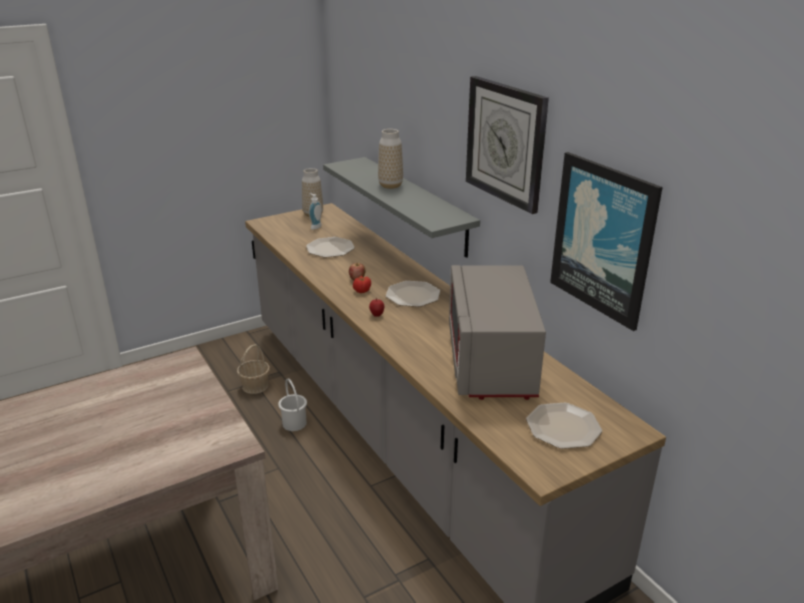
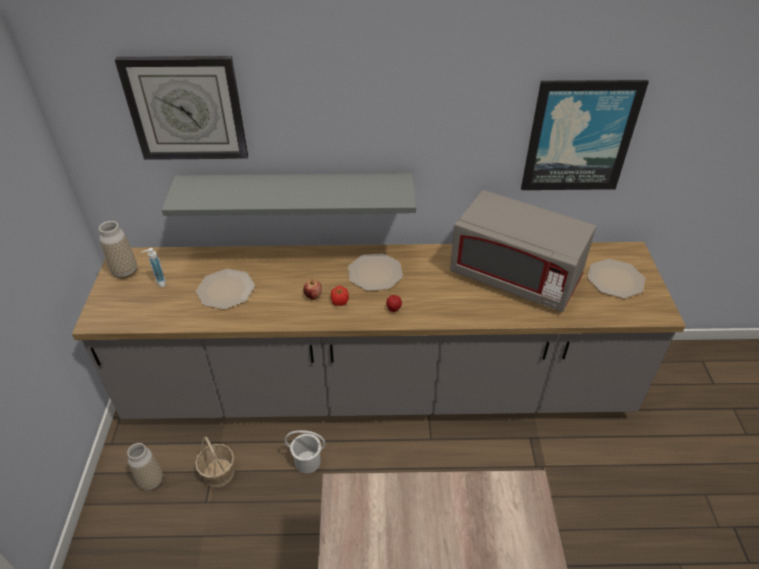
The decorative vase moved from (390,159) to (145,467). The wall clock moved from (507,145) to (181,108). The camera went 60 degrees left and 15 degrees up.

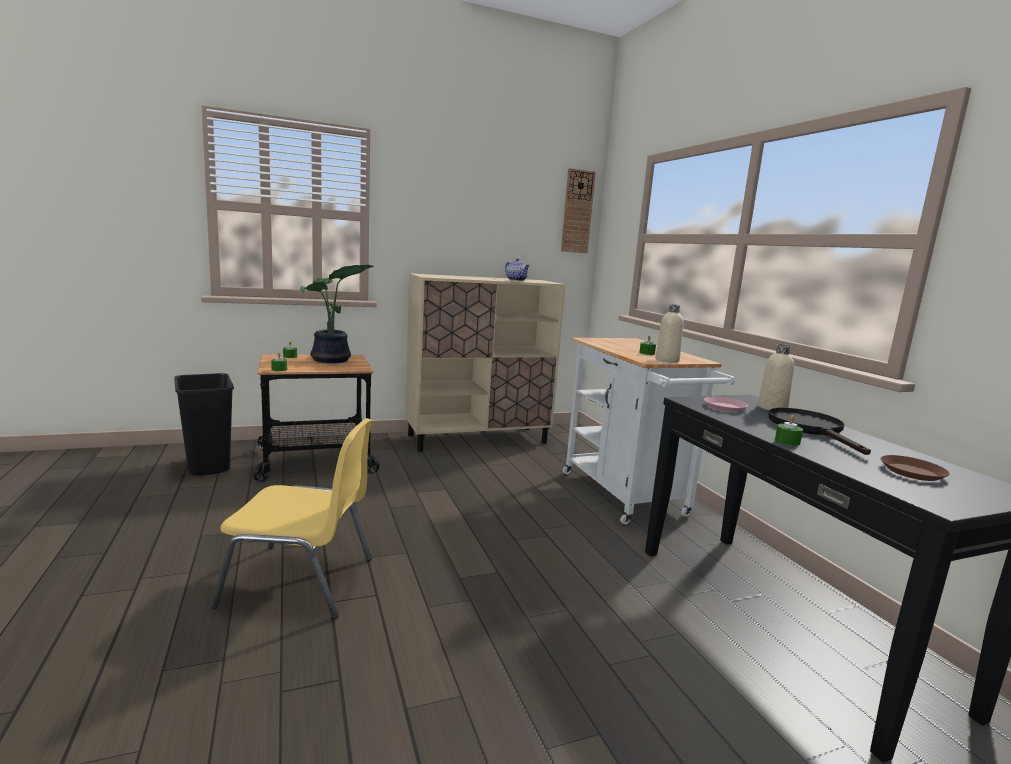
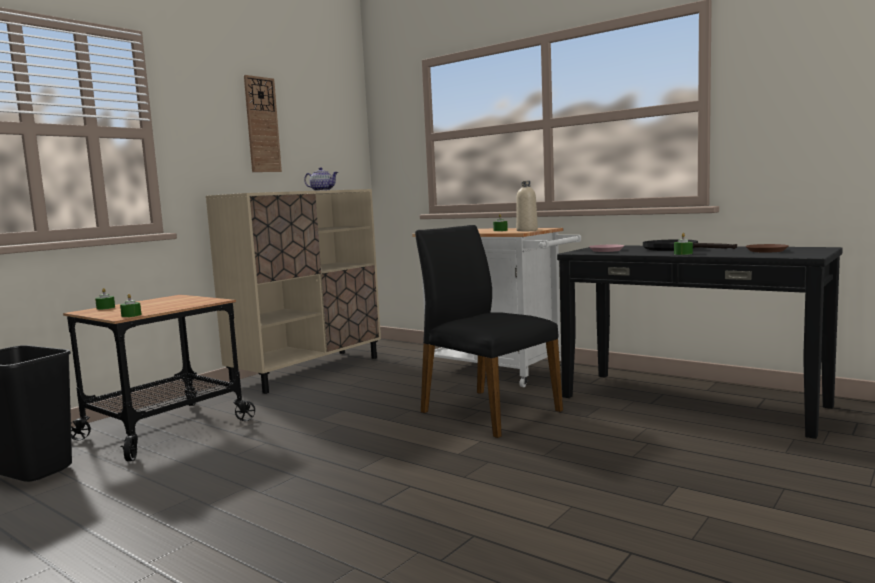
The plain chair (yellow-coloured) at (292,518) disappeared. The potted plant at (337,314) disappeared. The drink bottle (sand-coloured) at (776,377) disappeared. The plain chair (blackish) at (489,331) appeared. The wall clock moved from (578,210) to (263,123). The camera went 30 degrees left and 5 degrees down.

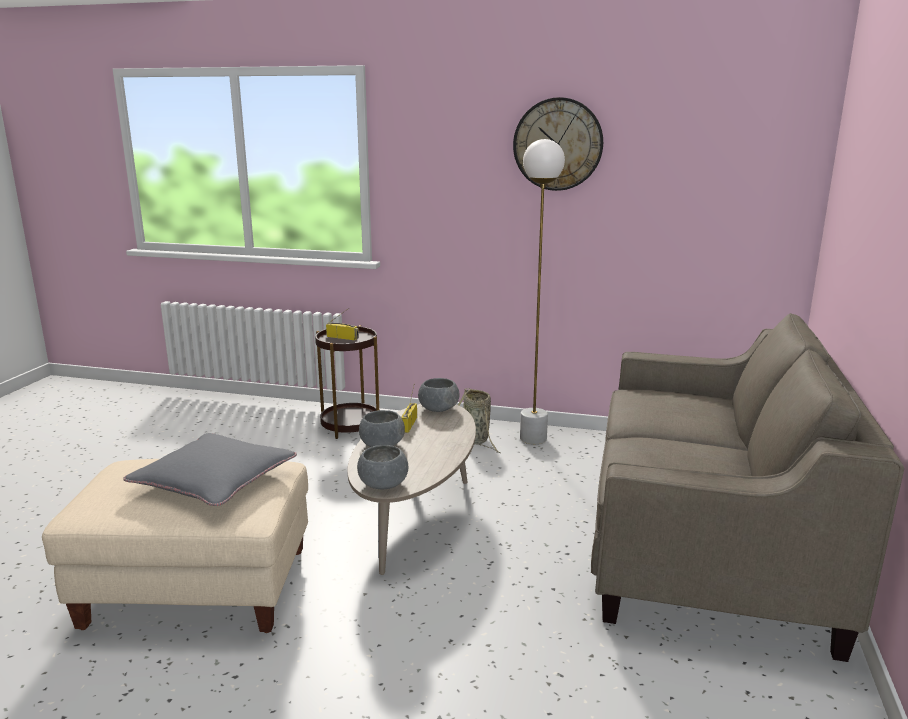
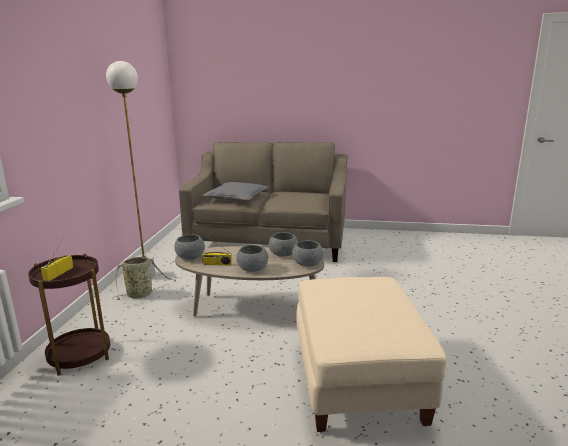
The wall clock at (558,144) disappeared. The deep dish (grey) at (283,244) appeared. The cushion (grey) moved from (210,469) to (236,191). The camera went 95 degrees left and 0 degrees up.

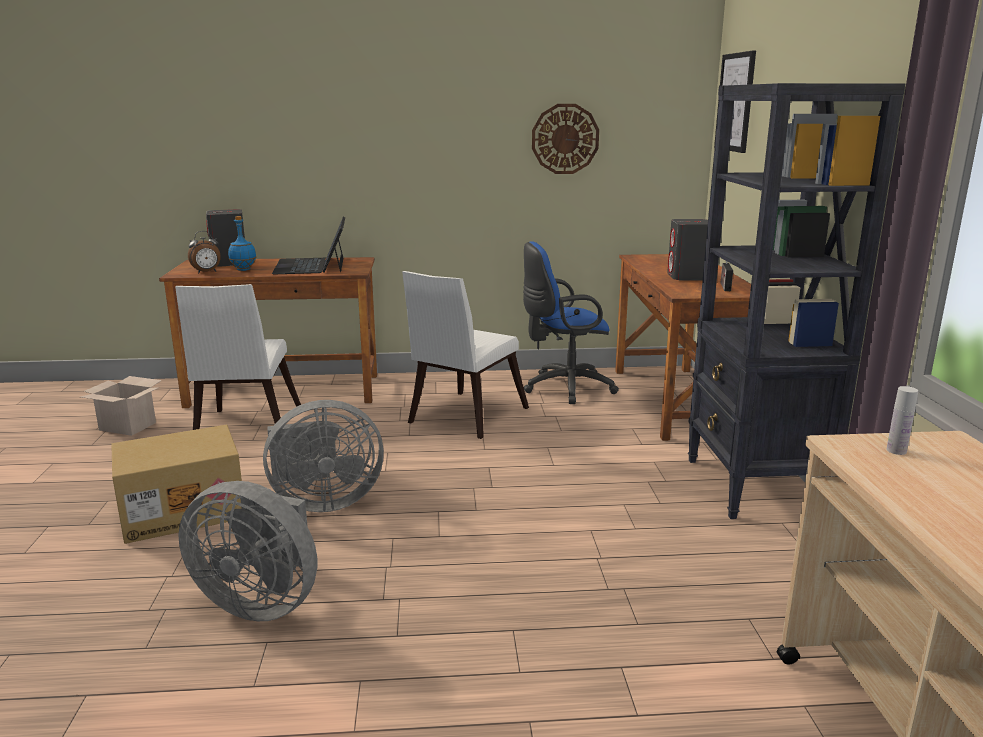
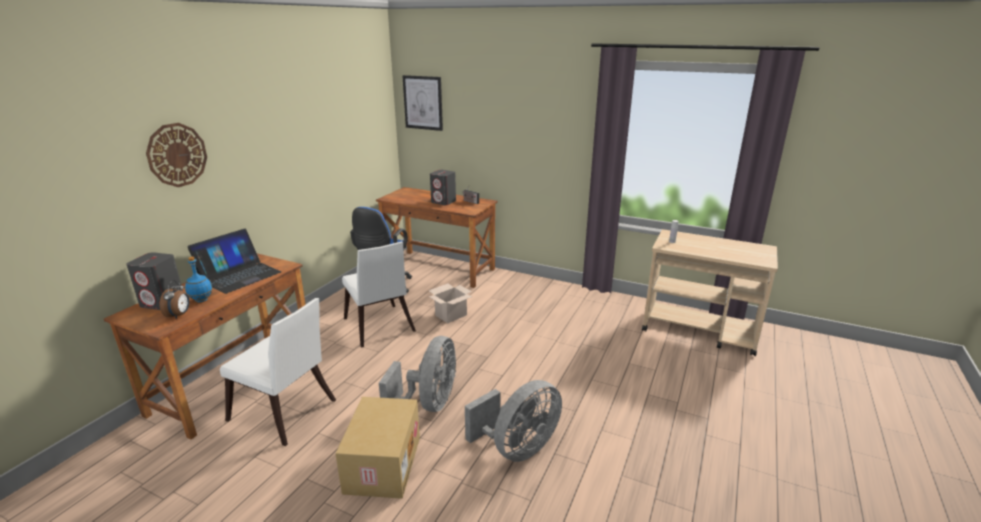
The bookshelf (blackish) at (796,301) disappeared. The cardboard box moved from (121,406) to (451,303). The wall clock moved from (565,139) to (176,155). The notebook computer at (308,245) turned 75 degrees counterclockwise. The camera went 60 degrees left and 5 degrees up.

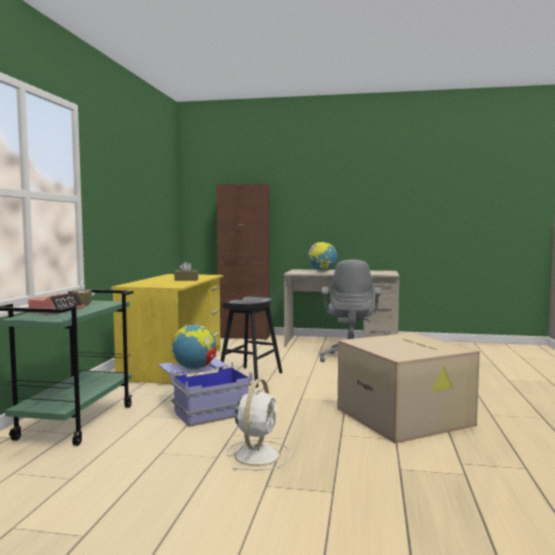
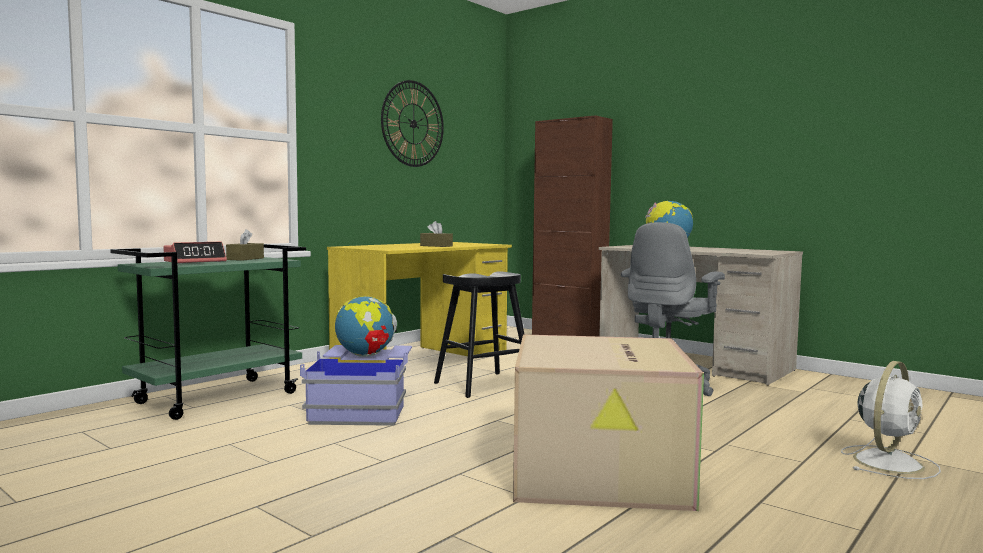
The wall clock at (412,123) appeared. The electric fan (whitish) moved from (258,425) to (891,420). The camera went 30 degrees right and 0 degrees up.

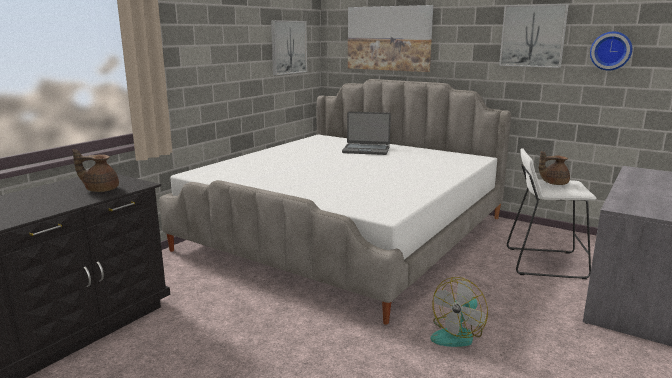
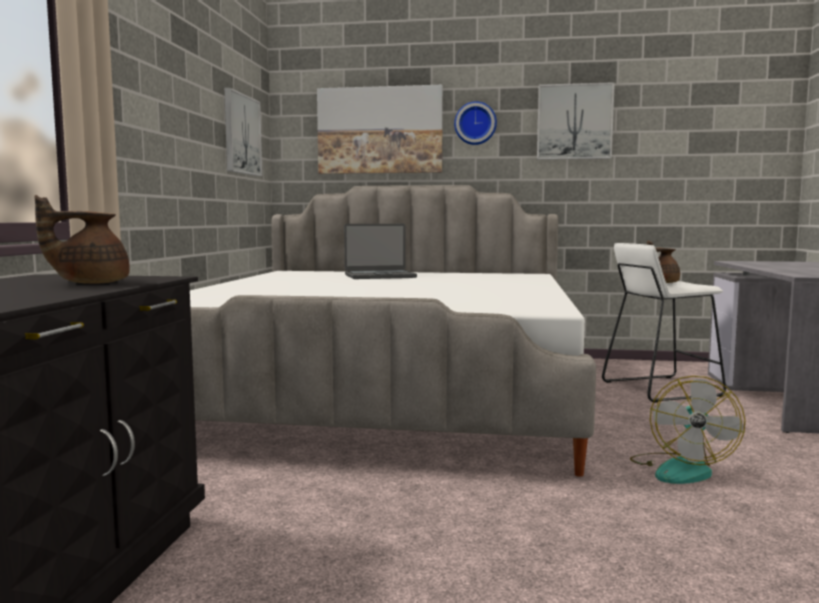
The wall clock moved from (611,51) to (475,123). The camera went 25 degrees left and 10 degrees down.

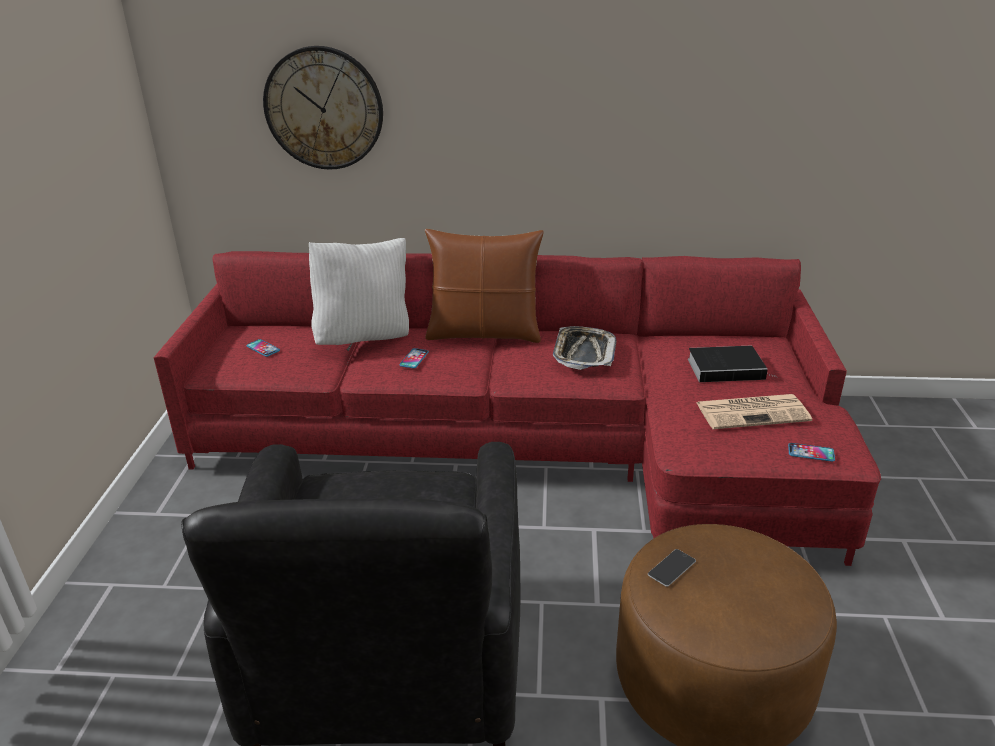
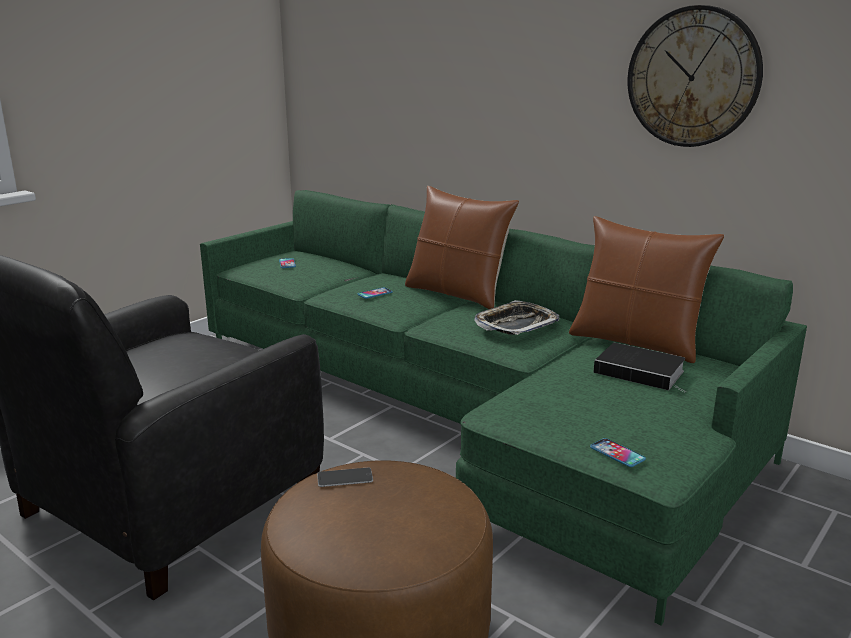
The cushion (whitish) at (359,291) disappeared. The printed paper at (754,411) disappeared. The cushion (brown-coloured) at (646,289) appeared. The wall clock moved from (323,108) to (695,76). The settee (red-coloured) at (517,408) became the settee (green-coloured) at (503,407). The camera went 35 degrees right and 10 degrees down.

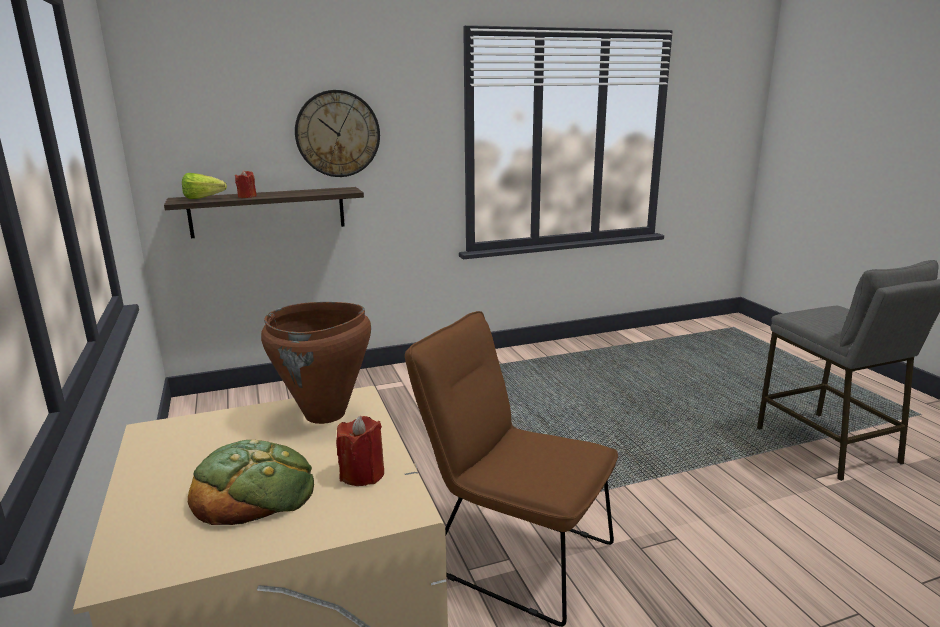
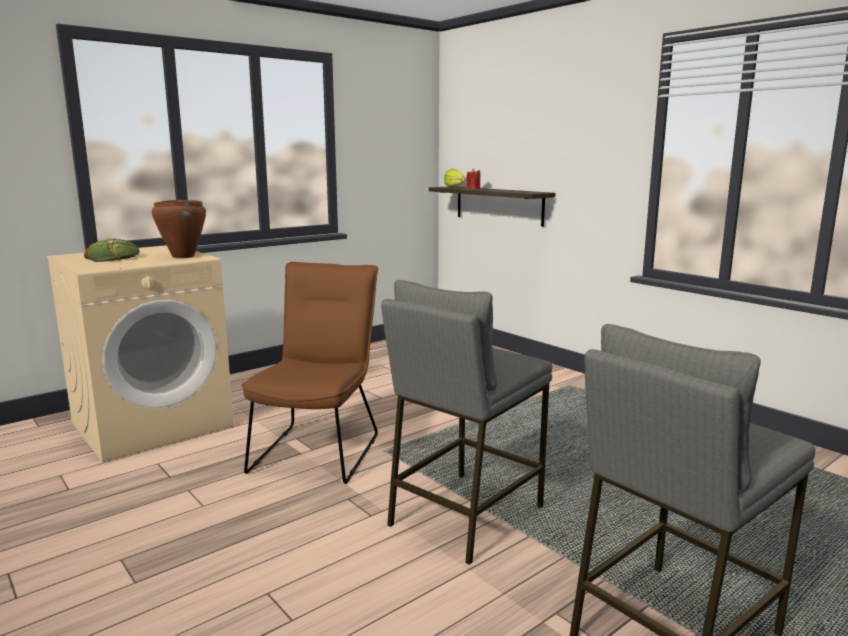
The wall clock at (337,133) disappeared. The wax light (red-coloured) at (360,451) disappeared. The stool (grey) at (466,422) appeared. The camera went 70 degrees right and 5 degrees down.

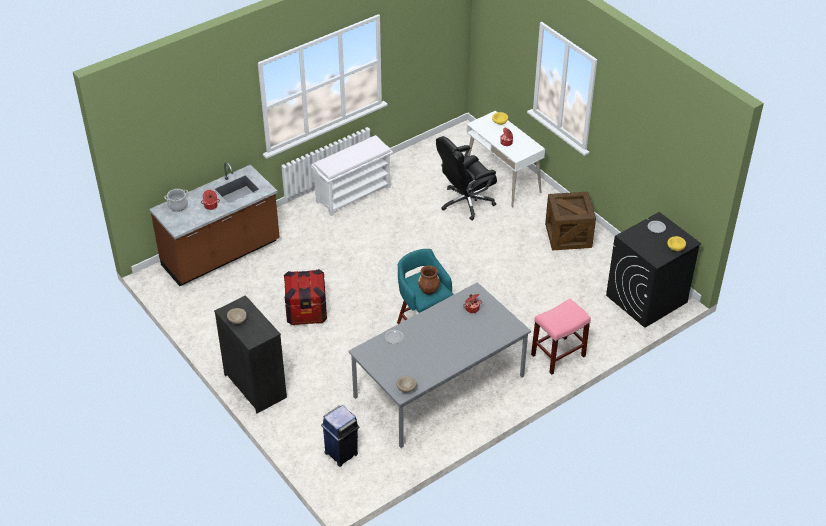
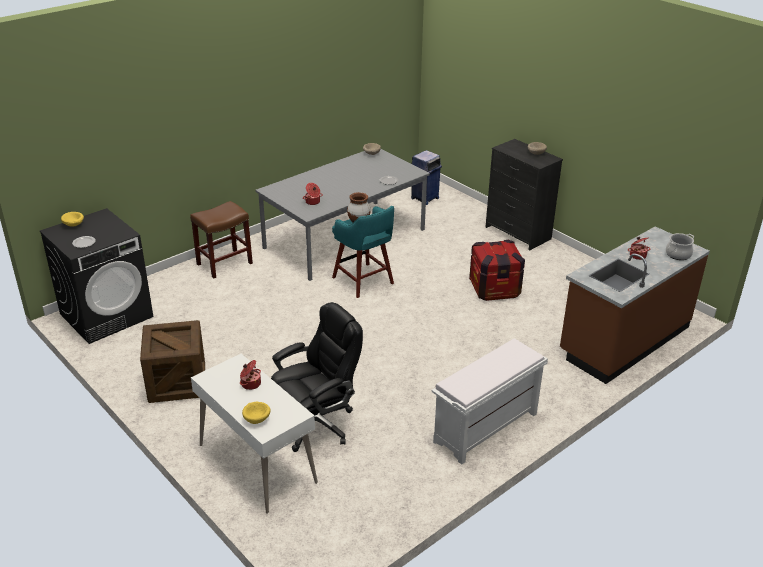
The stool (pink) at (561,337) became the stool (brown-coloured) at (221,239). The camera went 175 degrees right and 10 degrees down.

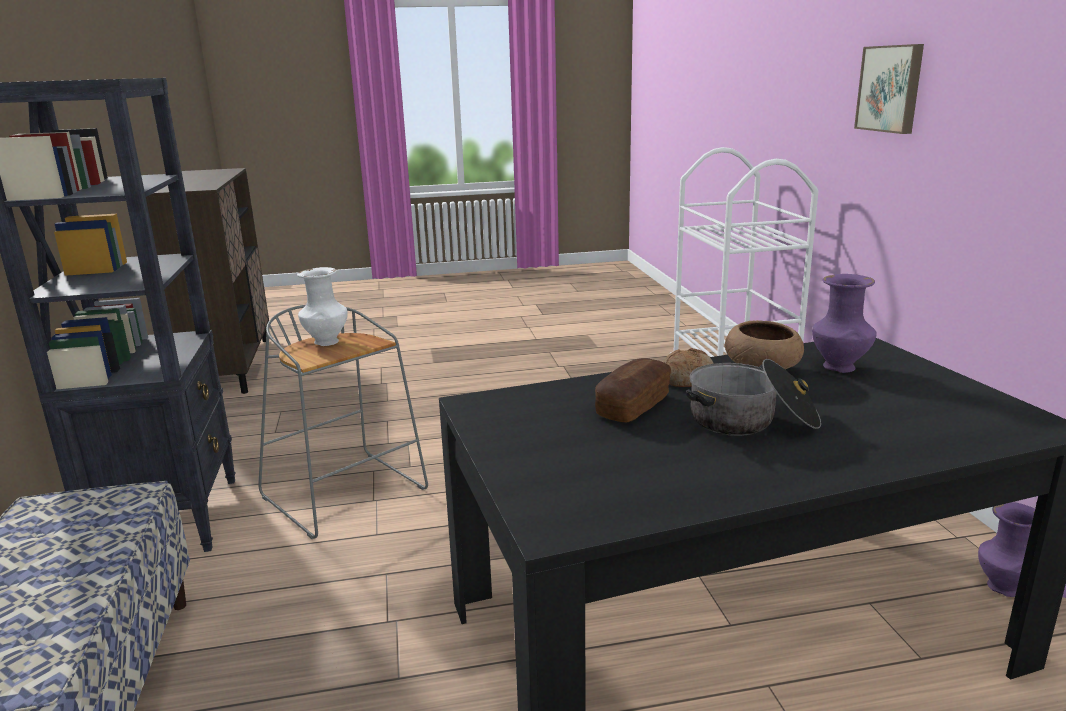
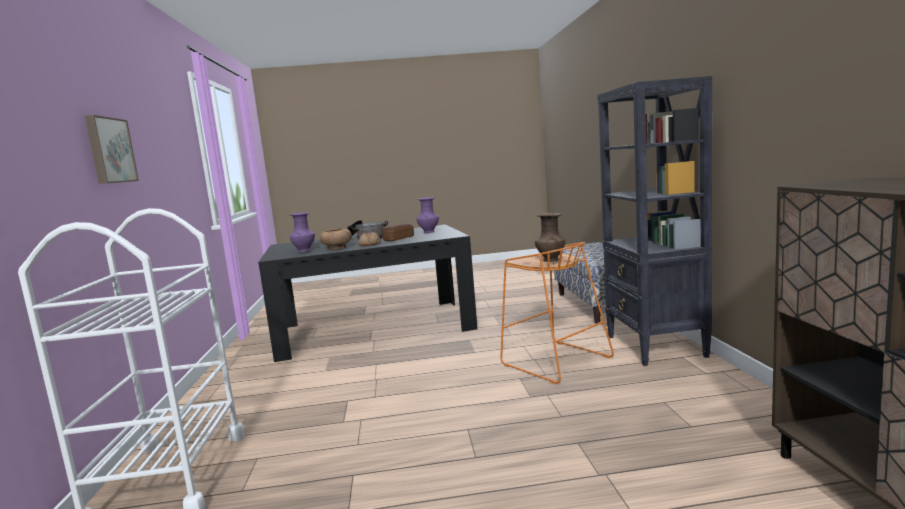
The decorative vase (purple-coloured) moved from (1006,549) to (428,215). The stool (grey) at (343,422) became the stool (orange-coloured) at (557,313). The decorative vase (whitish) at (322,306) became the decorative vase (brown-coloured) at (550,237). The camera went 175 degrees left and 10 degrees down.

